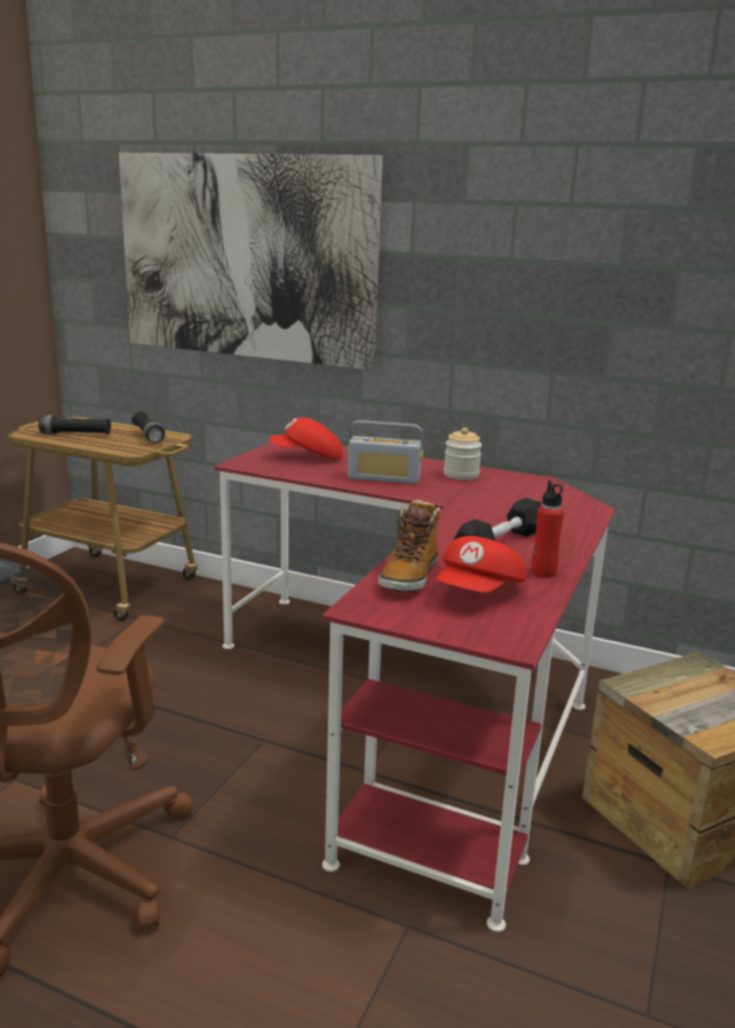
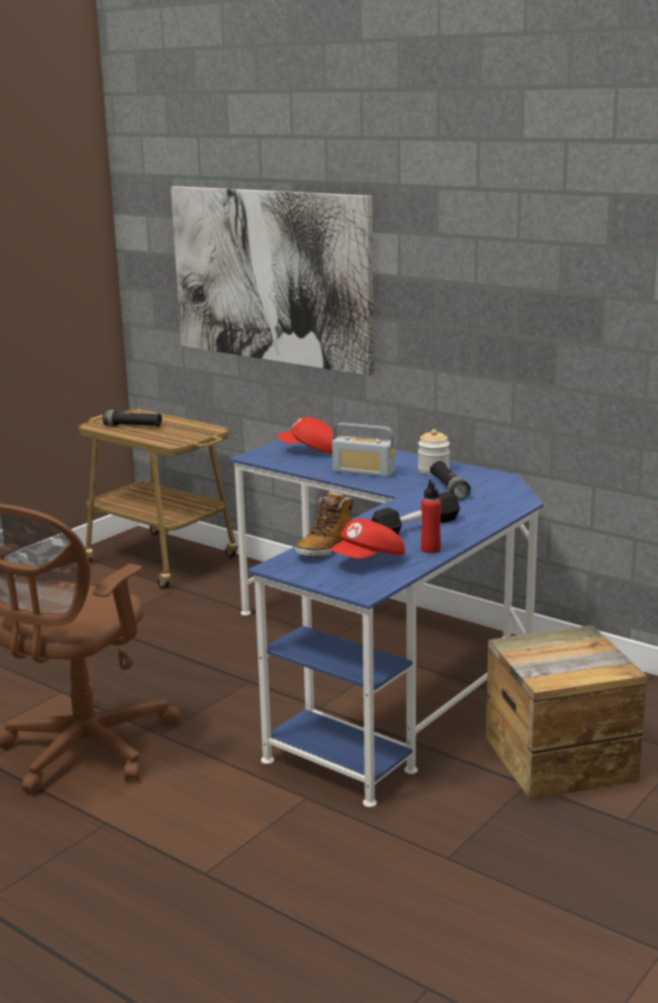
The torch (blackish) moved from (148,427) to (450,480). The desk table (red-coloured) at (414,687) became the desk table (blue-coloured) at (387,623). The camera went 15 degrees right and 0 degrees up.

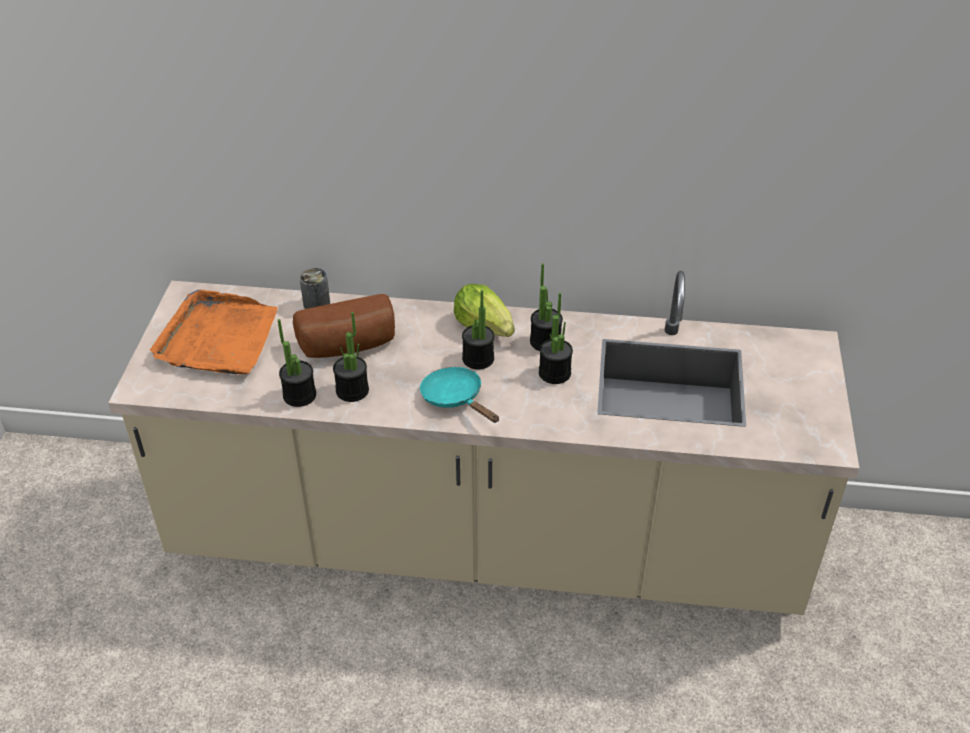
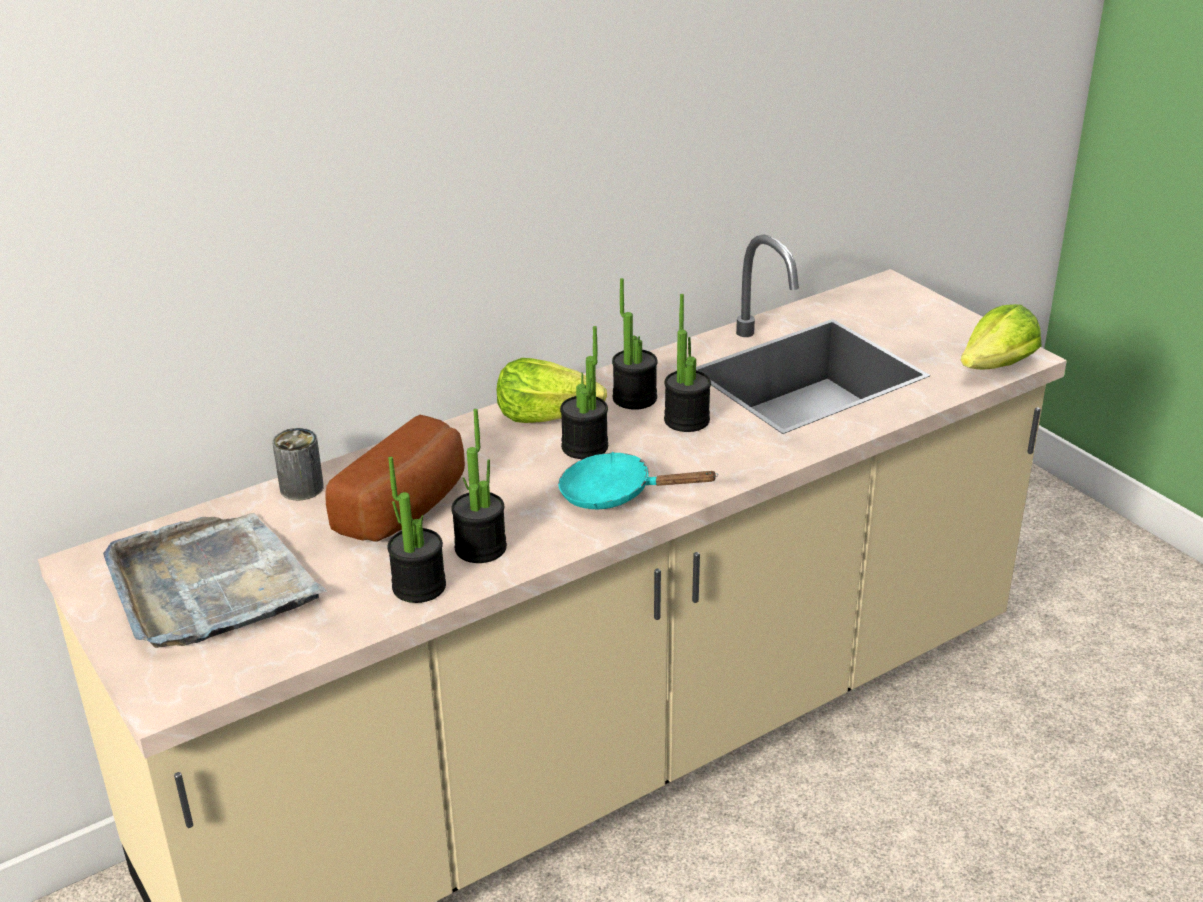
The lettuce at (1001,336) appeared. The tray (orange-coloured) at (214,331) became the tray (grey) at (215,580). The camera went 40 degrees left and 10 degrees down.

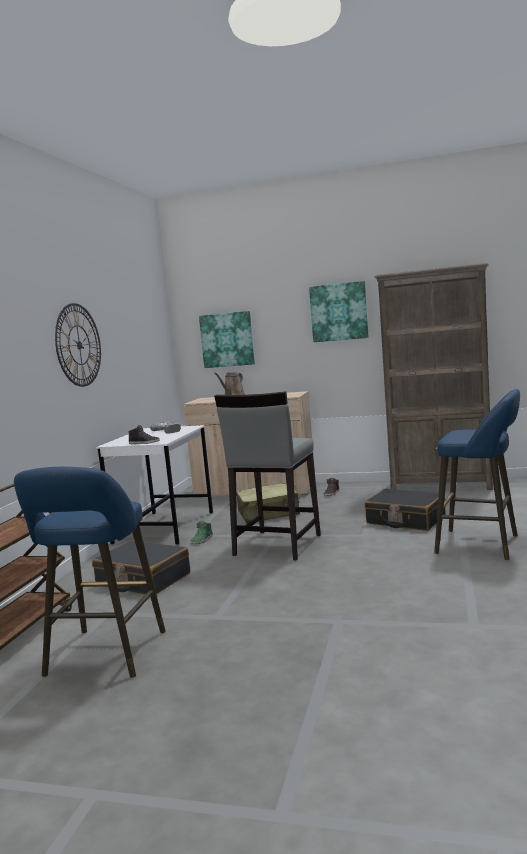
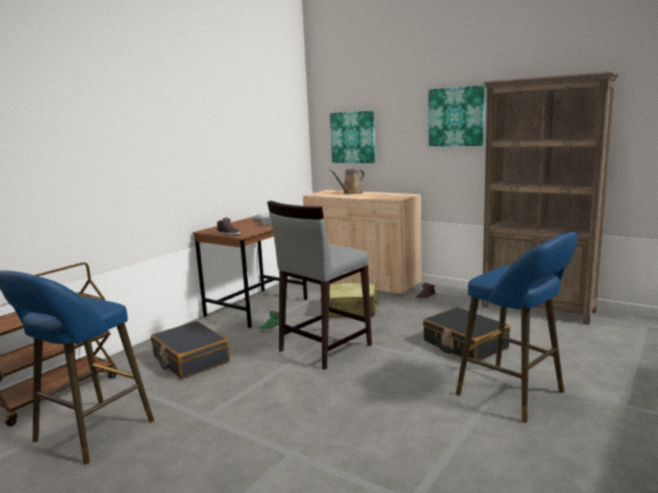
The wall clock at (78,345) disappeared. The desk table (whitish) at (154,485) became the desk table (brown-coloured) at (249,272). The camera went 20 degrees right and 5 degrees up.

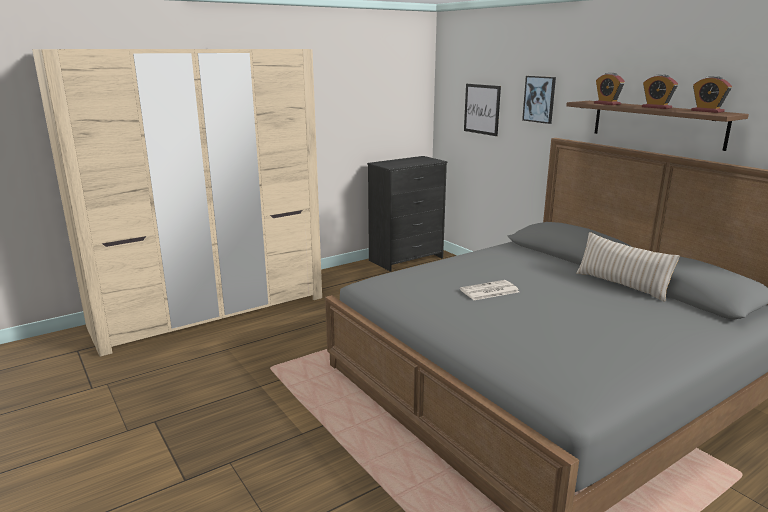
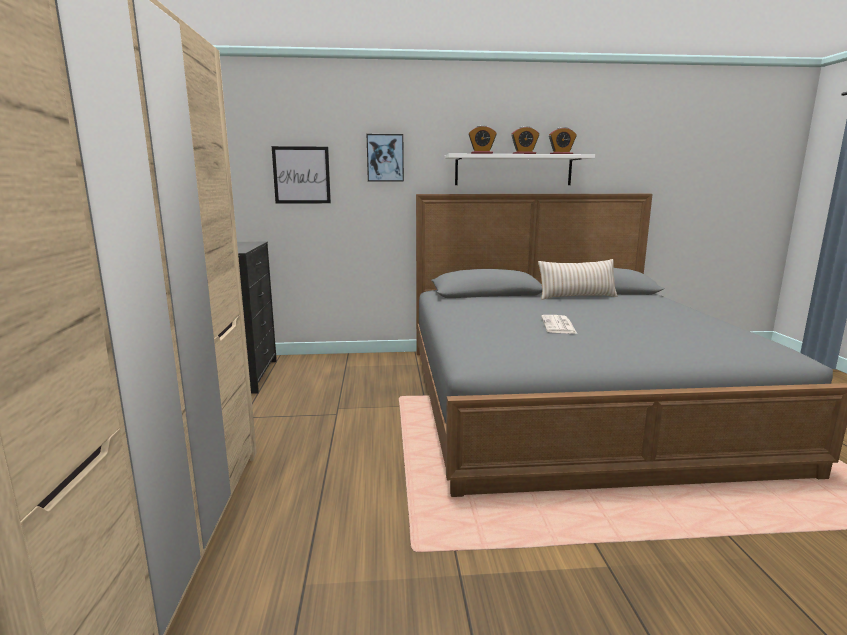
The bracket shelf (brown-coloured) at (657,126) became the bracket shelf (whitish) at (520,169). The camera went 60 degrees left and 5 degrees down.

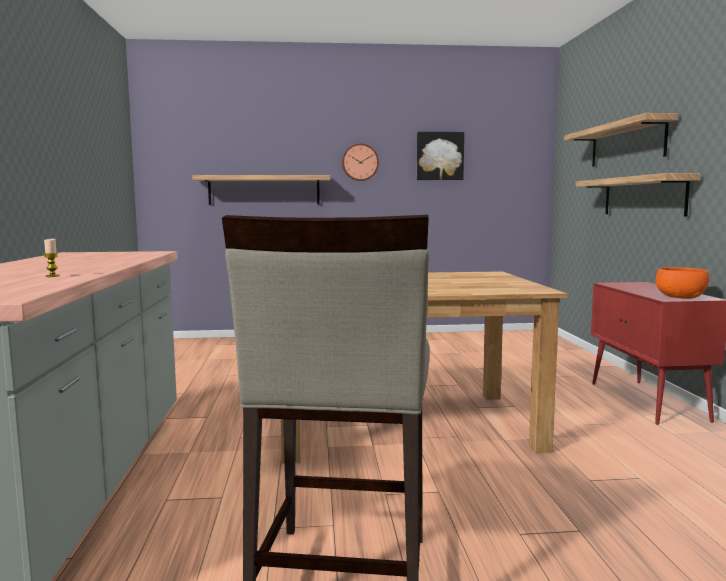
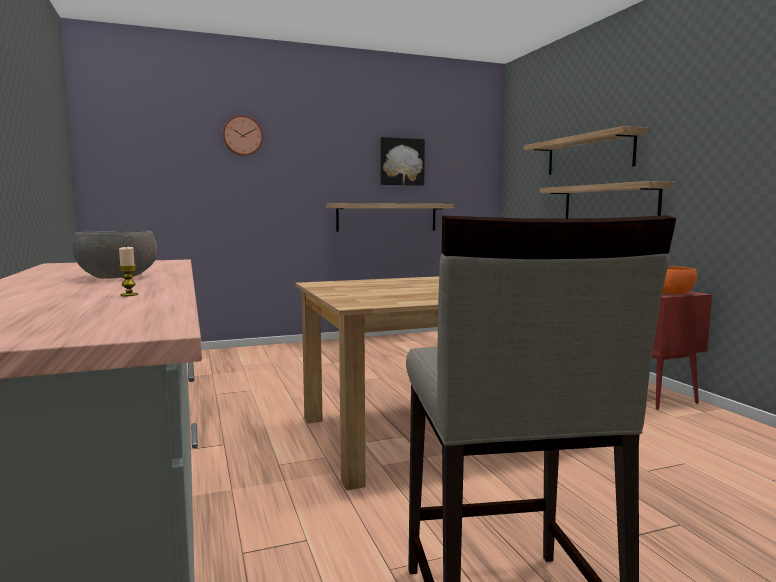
The deep dish (grey) at (114,255) appeared. The bracket shelf moved from (261,190) to (390,217). The wall clock moved from (360,162) to (242,135). The camera went 15 degrees left and 0 degrees up.

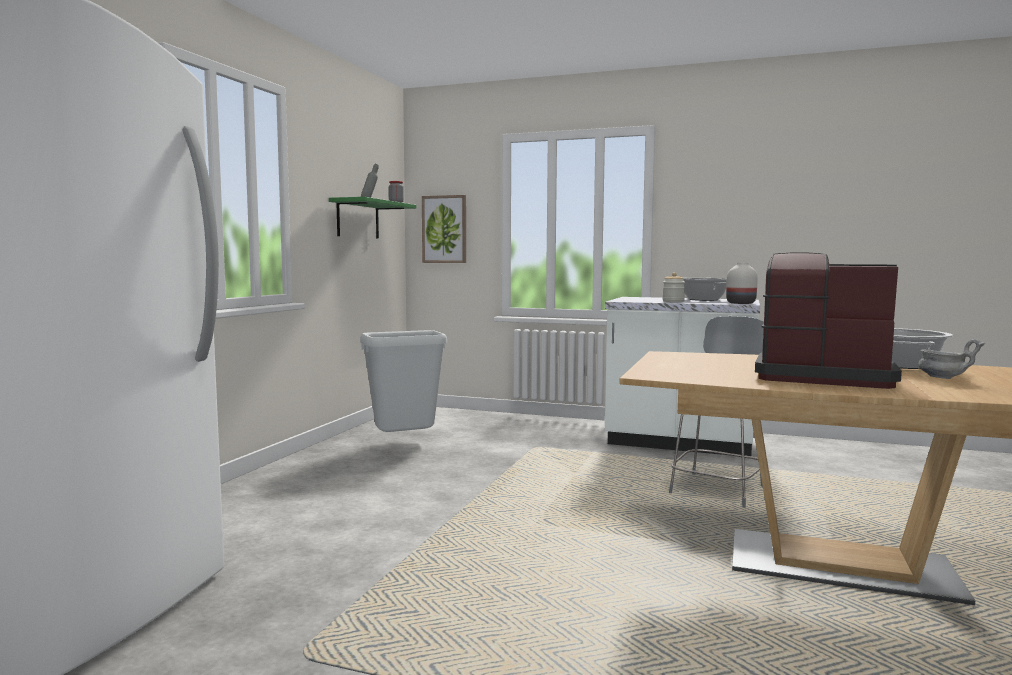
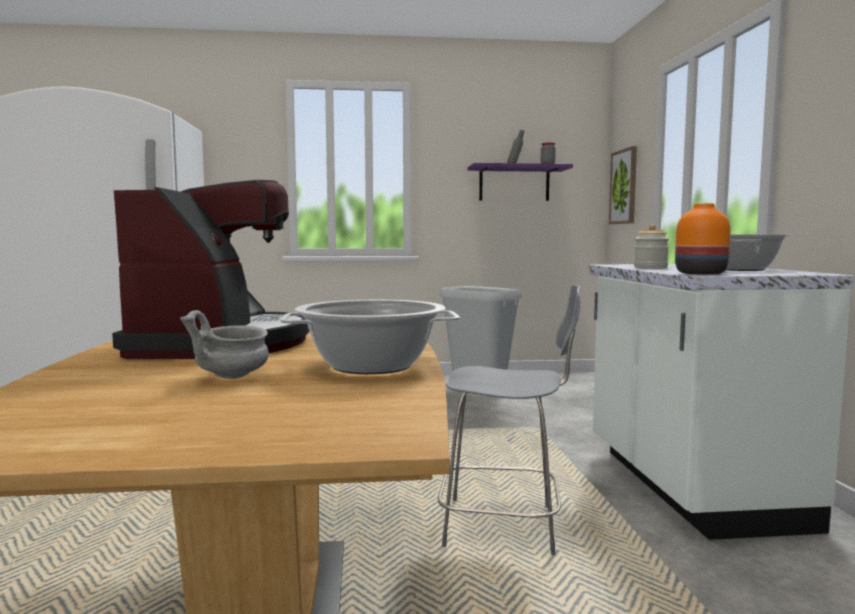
The bracket shelf (green-coloured) at (372,217) became the bracket shelf (purple-coloured) at (520,182). The decorative vase (whitish) at (742,283) became the decorative vase (orange-coloured) at (703,239). The camera went 65 degrees right and 0 degrees up.

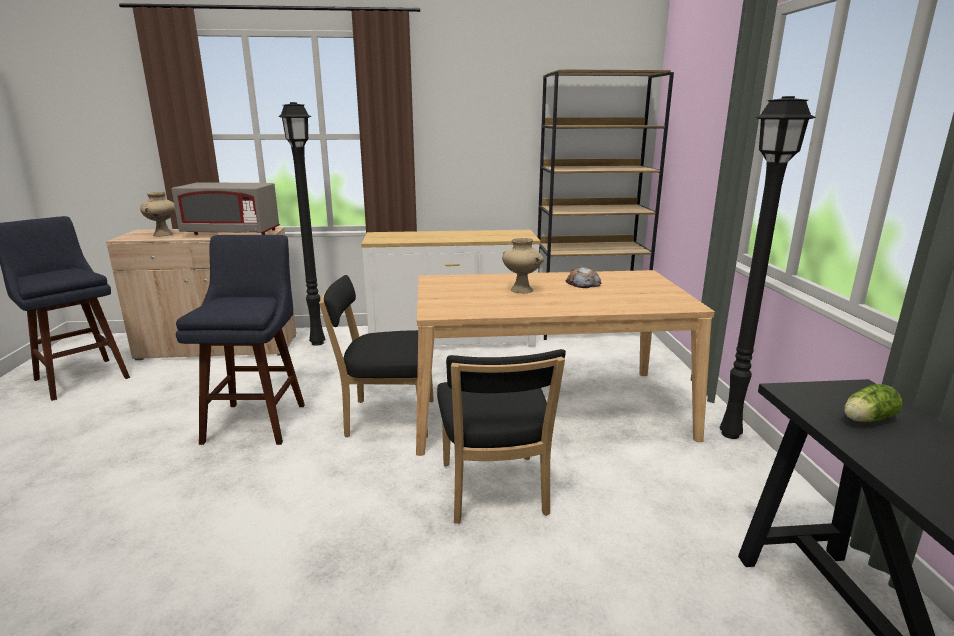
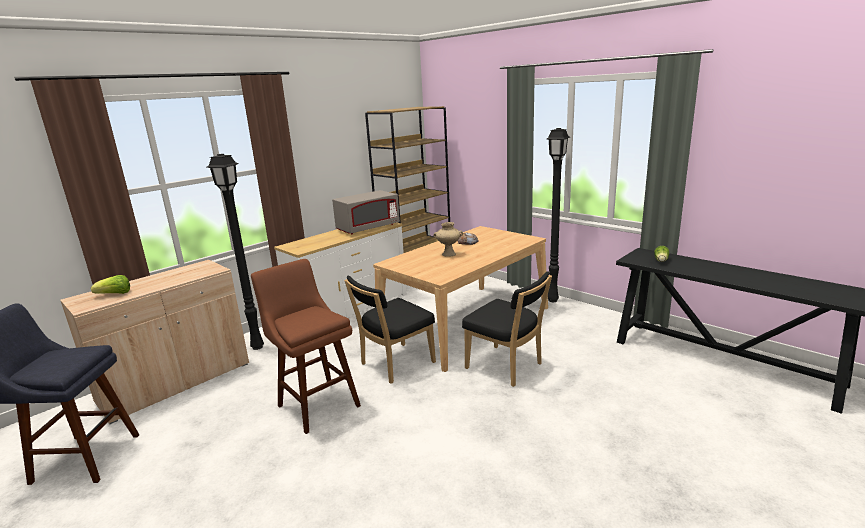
The microwave (grey) moved from (226,208) to (366,212). The decorative vase (sand-coloured) at (157,214) was replaced by the lettuce at (110,284). The stool (blue-coloured) at (240,340) became the stool (brown-coloured) at (306,346). The camera went 40 degrees left and 0 degrees up.

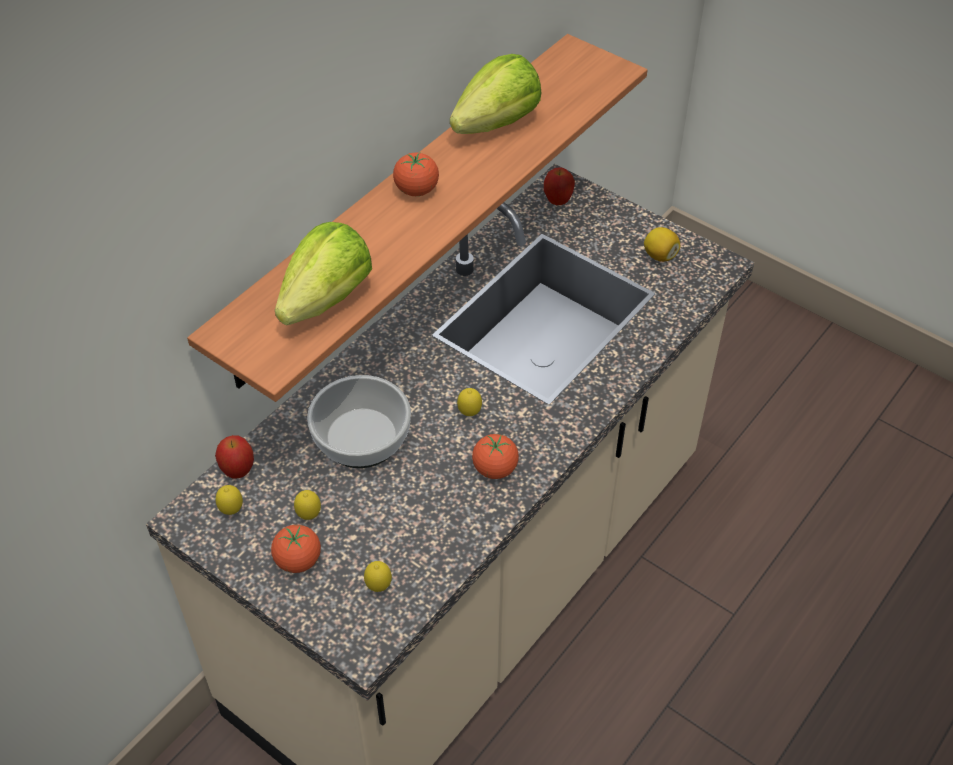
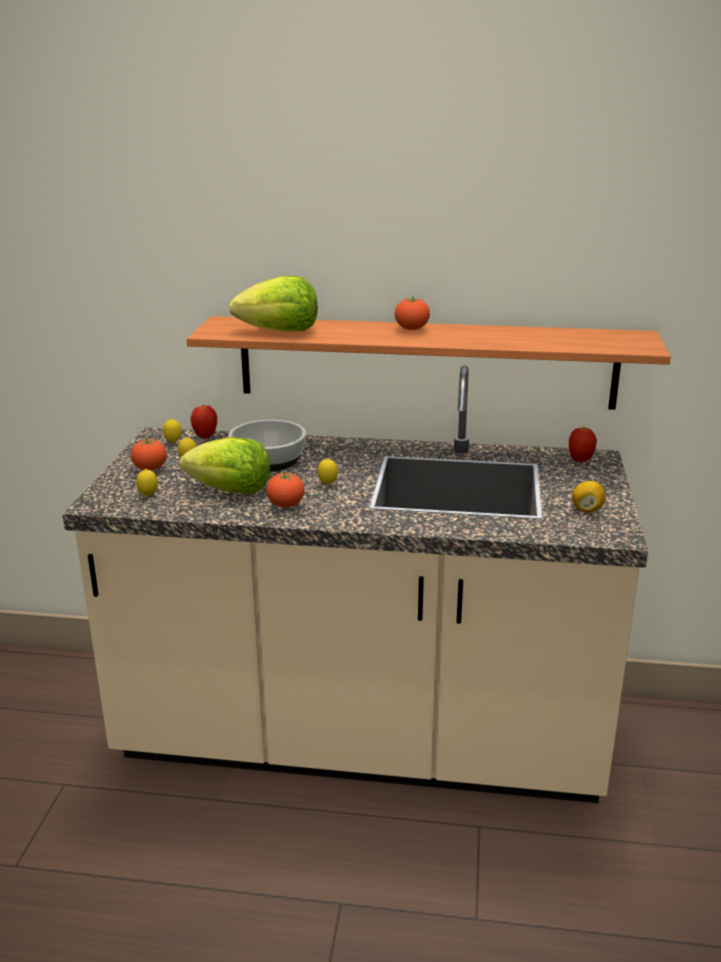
The lettuce moved from (495,94) to (225,465). The camera went 60 degrees right and 25 degrees down.

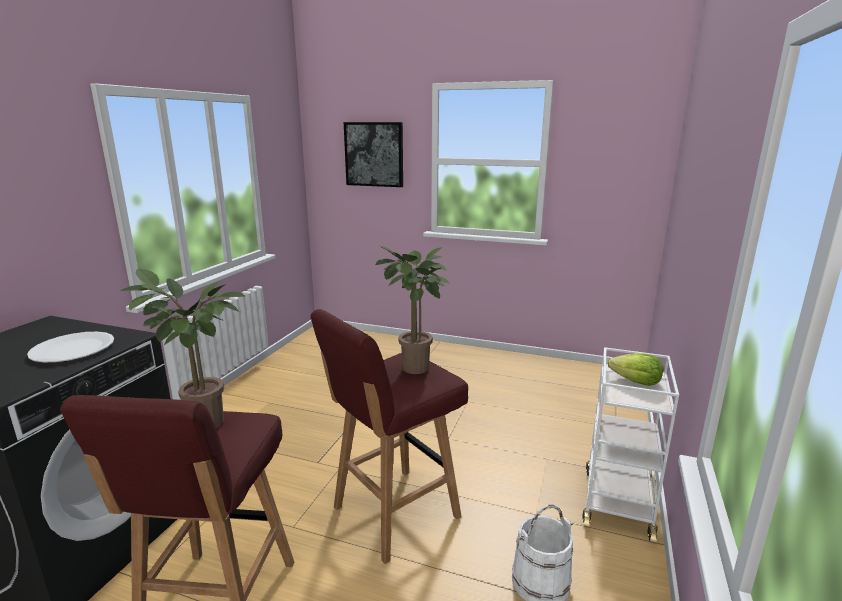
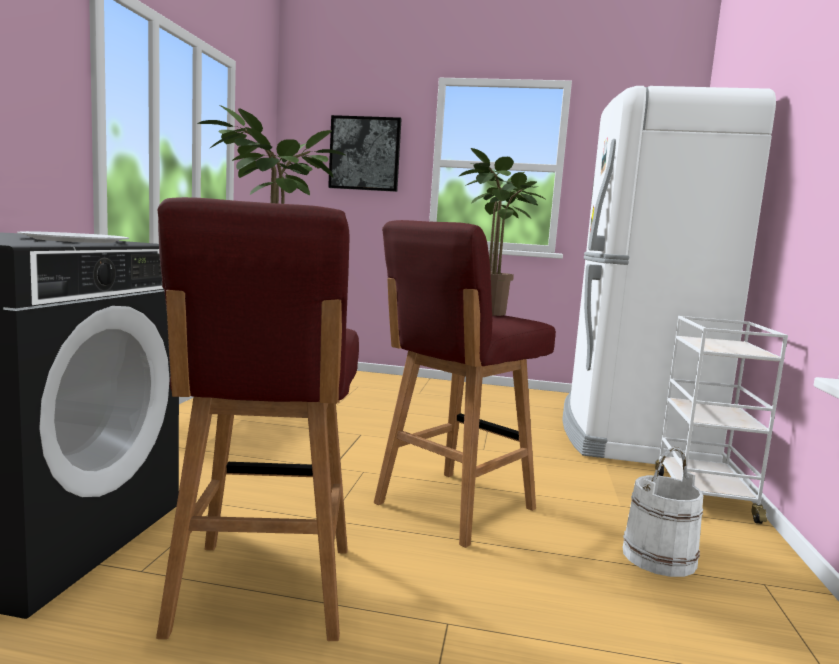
The lettuce at (635,369) disappeared. The refrigerator (whitish) at (669,275) appeared. The camera went 10 degrees left and 10 degrees down.

